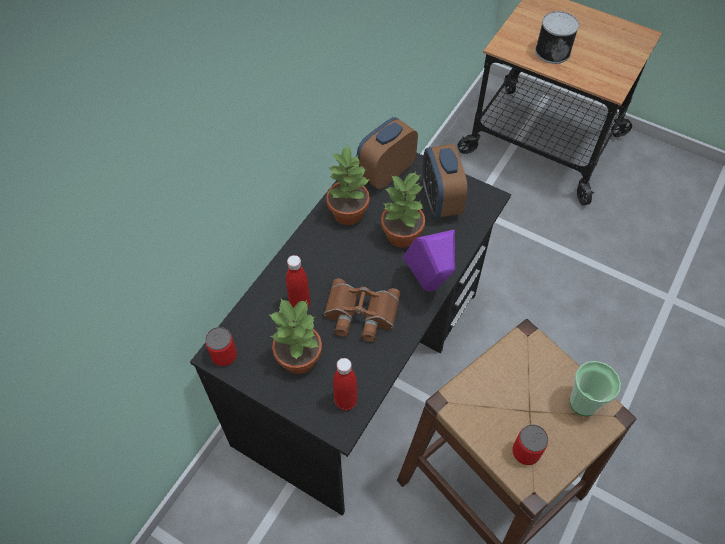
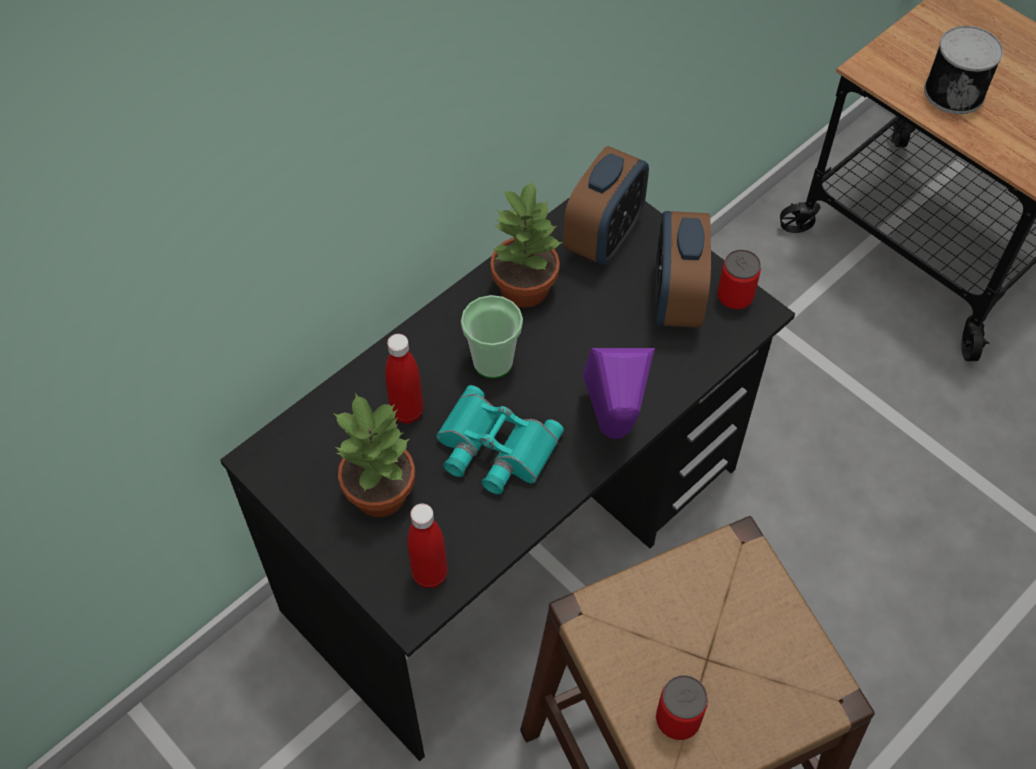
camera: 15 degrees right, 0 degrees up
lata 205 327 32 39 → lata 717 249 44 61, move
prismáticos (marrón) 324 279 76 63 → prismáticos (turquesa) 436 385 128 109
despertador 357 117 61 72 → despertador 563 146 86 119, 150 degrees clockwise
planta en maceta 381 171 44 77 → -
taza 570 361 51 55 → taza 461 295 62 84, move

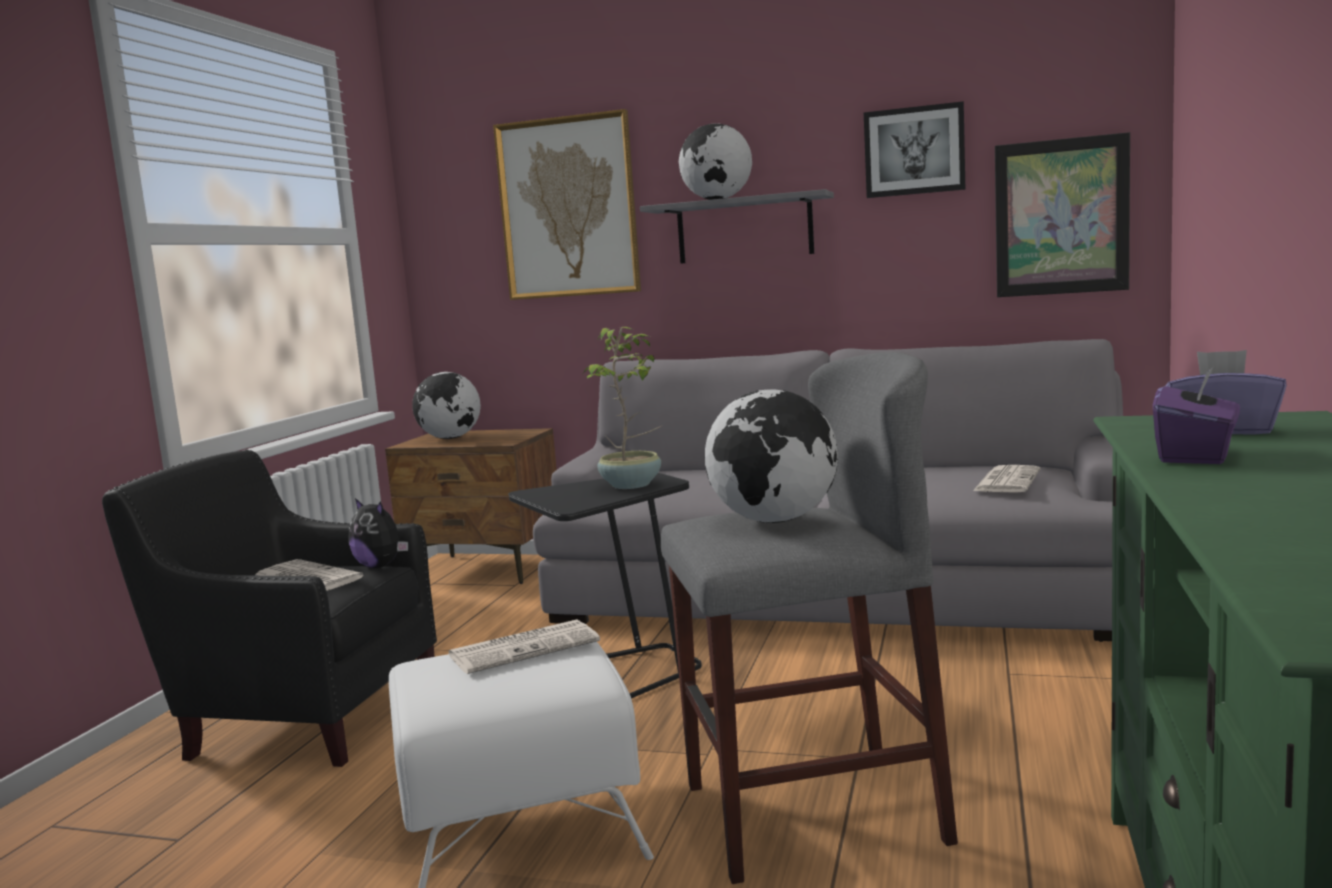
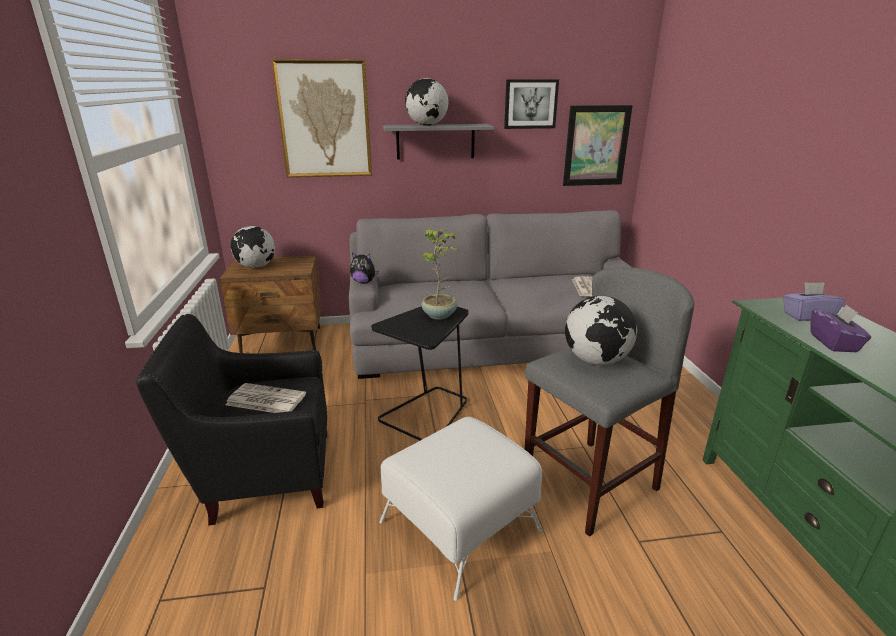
camera: 25 degrees left, 15 degrees up
peluche 349 498 59 70 → peluche 350 253 29 31, move
periódico 448 619 152 55 → -

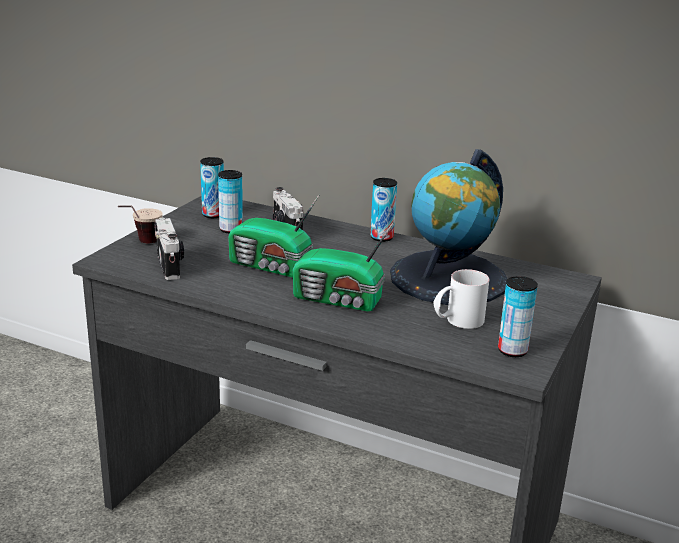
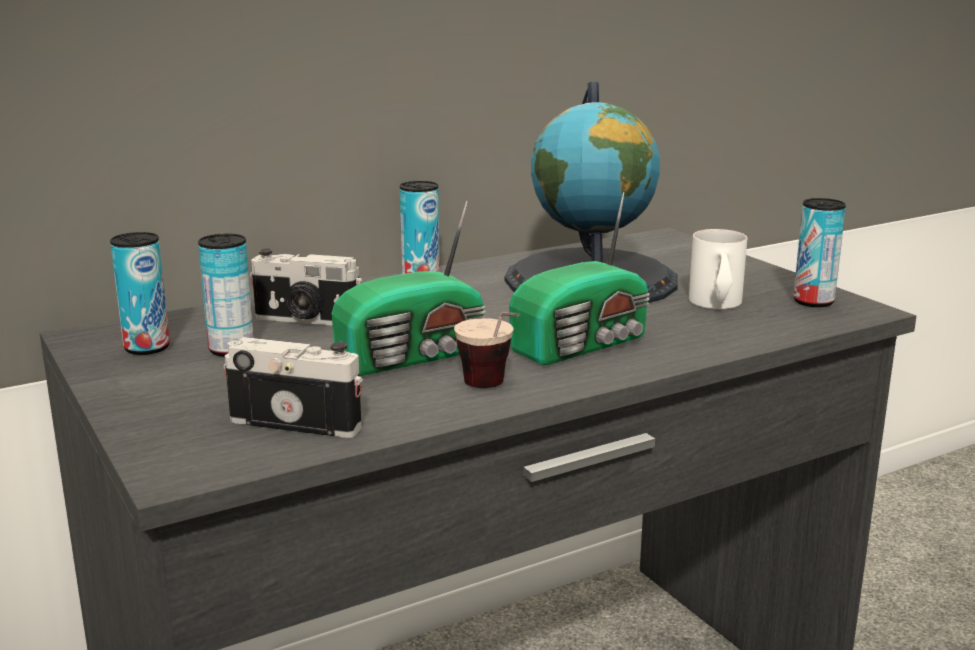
camera: 55 degrees left, 5 degrees down
taza 118 206 45 37 → taza 454 312 66 76, move

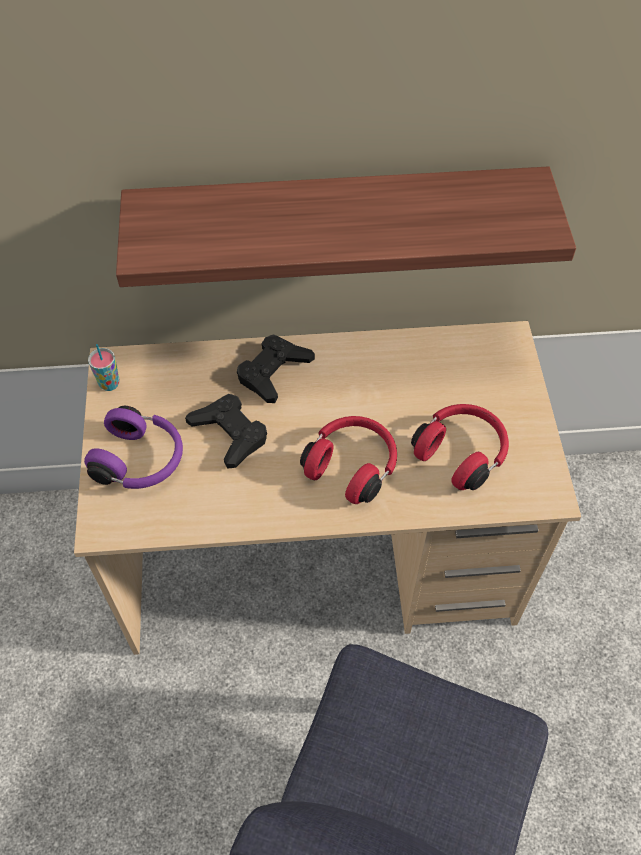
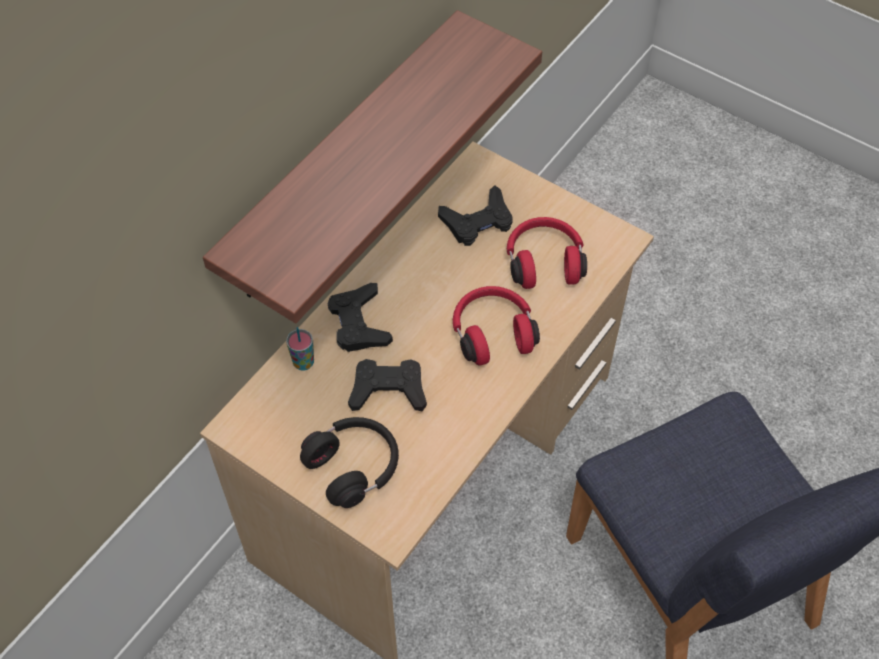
camera: 50 degrees left, 0 degrees up
auriculares (morado) 84 406 99 83 → auriculares (negro) 300 417 99 91
taza 88 344 32 47 → taza 286 327 28 44, move
- → mando de consola (negro) 438 185 75 61

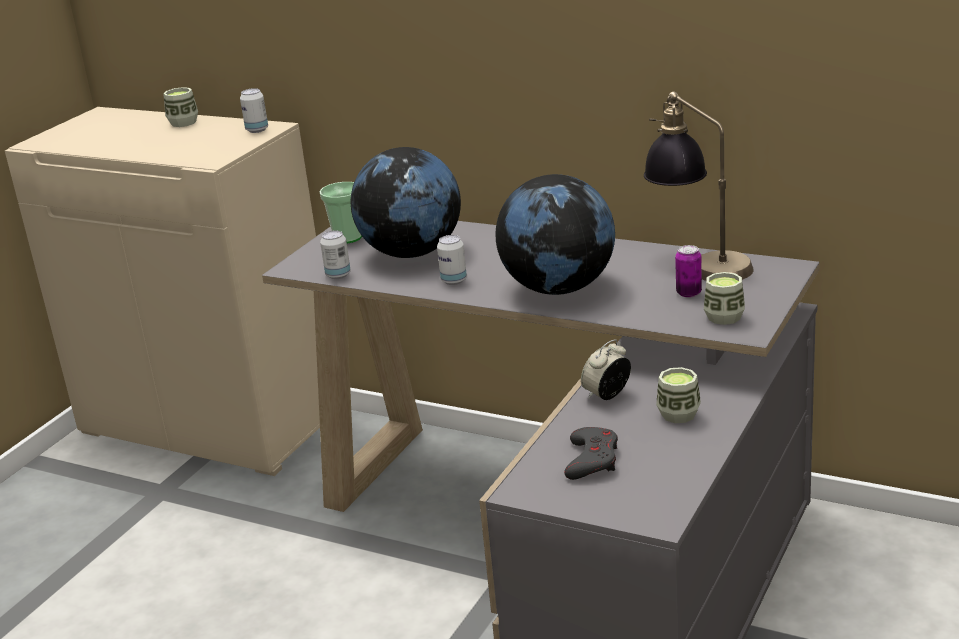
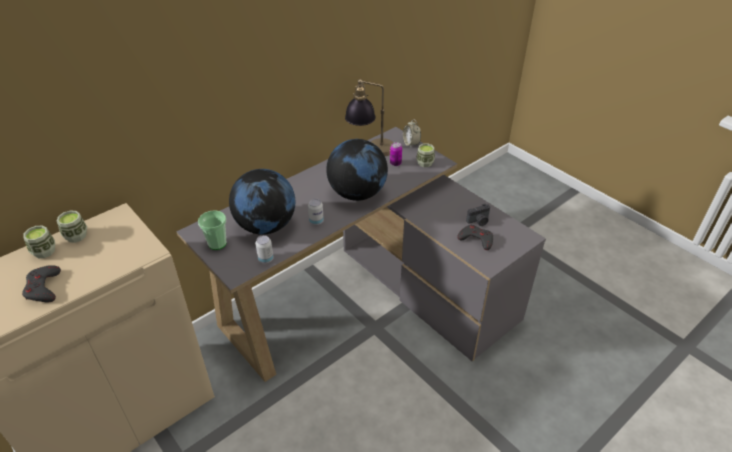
camera: 70 degrees left, 15 degrees up
lata 240 88 28 45 → -
despertador 581 339 50 61 → despertador 403 119 18 29, move
taza 656 367 45 56 → taza 57 210 30 33, move
- → mando de consola (gris) 22 265 39 37
- → cámara 466 204 24 22

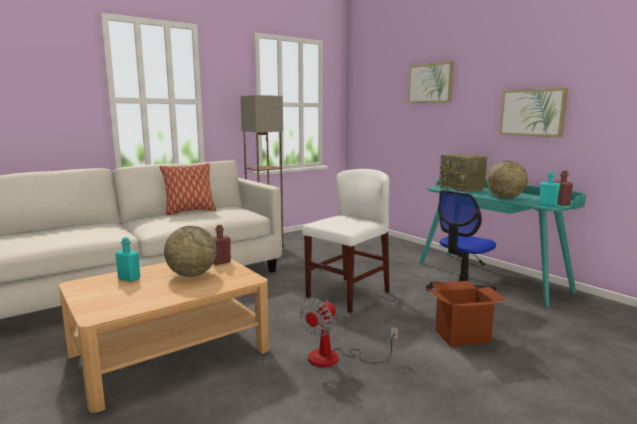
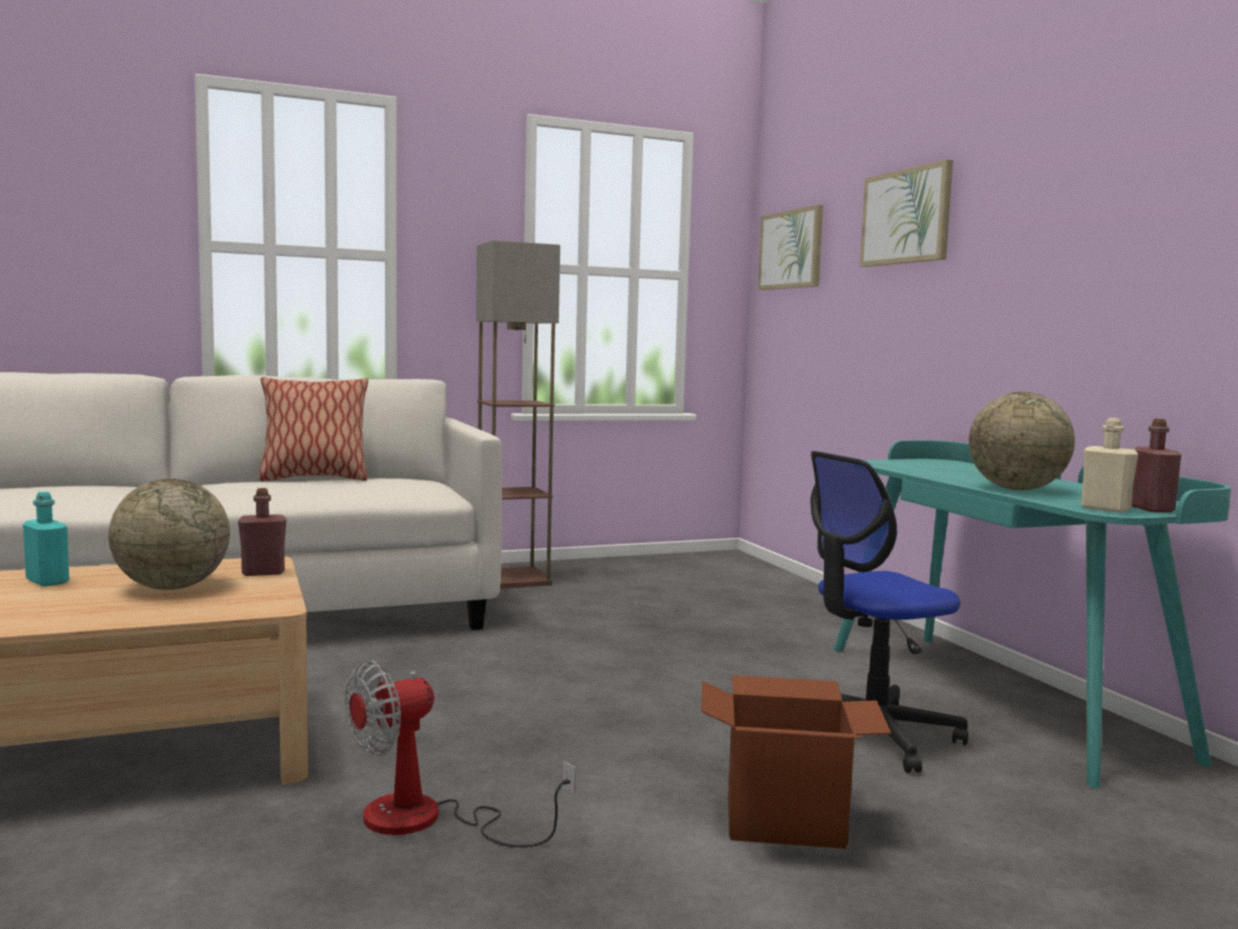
camera: 15 degrees right, 5 degrees down
silla (blanco) 302 169 88 143 → -
radio 439 154 48 38 → -
cuadro 499 88 69 49 → cuadro 758 205 65 85, move
botella (turquesa) 539 171 21 36 → botella (beis) 1081 418 57 95

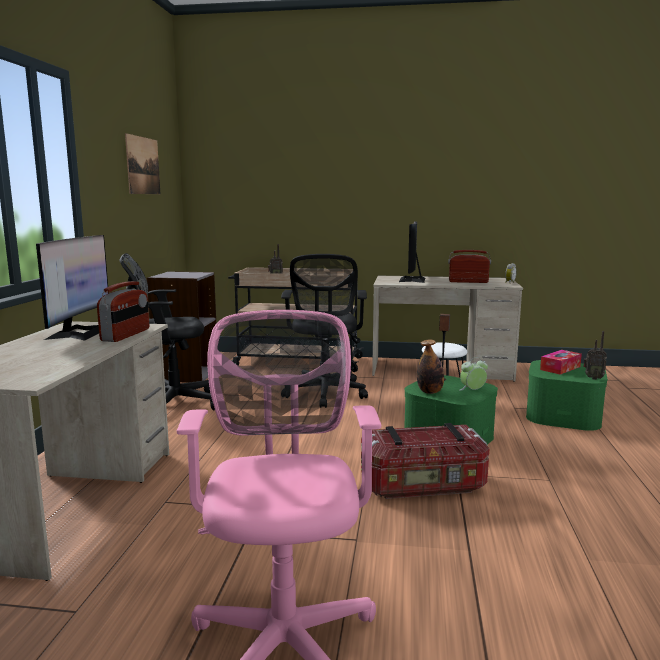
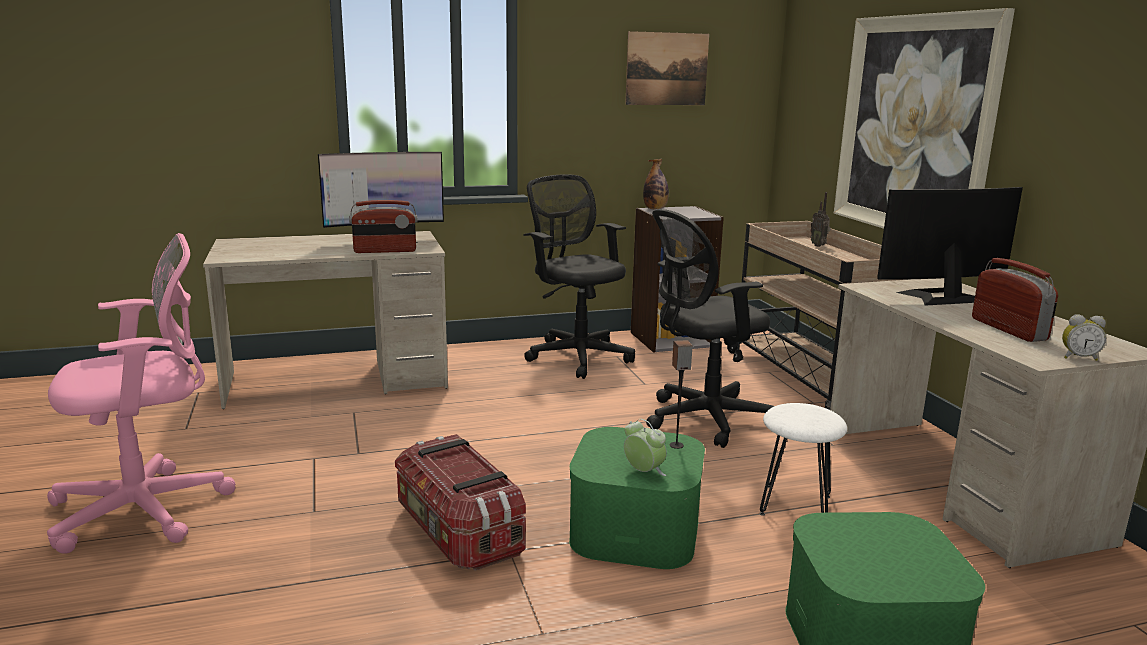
camera: 65 degrees right, 5 degrees up
botella 417 339 27 55 → botella 643 159 26 50, move
caja de pañuelos 540 350 42 25 → -
radio 583 331 24 49 → -
- → cuadro 834 8 181 221

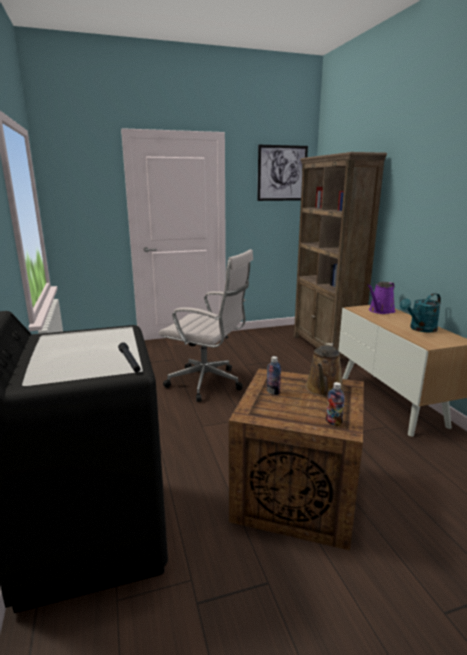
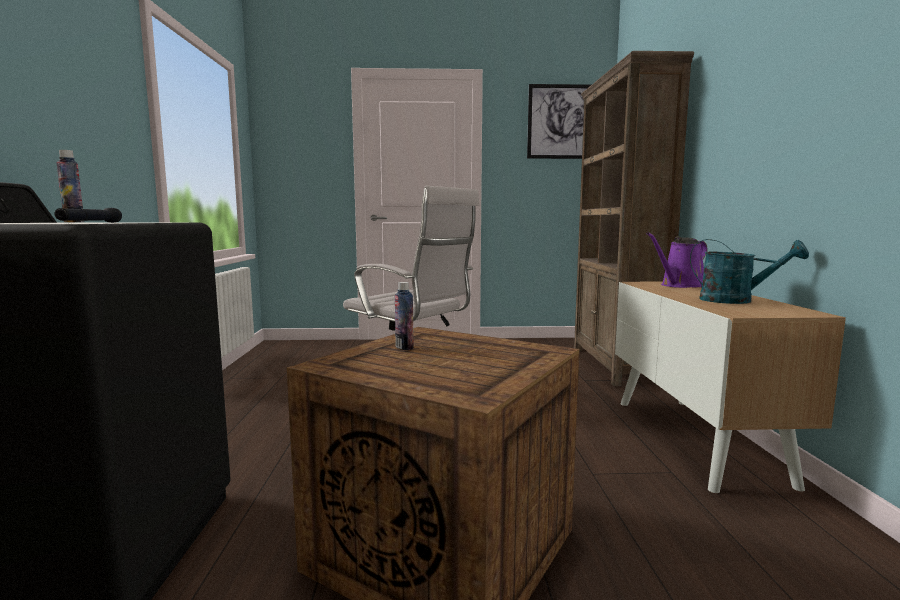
camera: 15 degrees right, 10 degrees down
regadera (marrón) 305 343 39 54 → -
botella 326 382 19 44 → botella 56 150 29 72, move
regadera (turquesa) 400 293 41 40 → regadera (turquesa) 690 239 119 65, 135 degrees counterclockwise

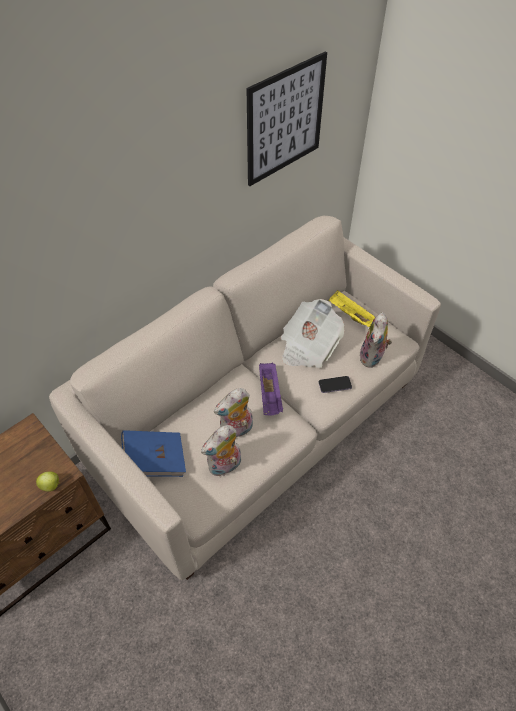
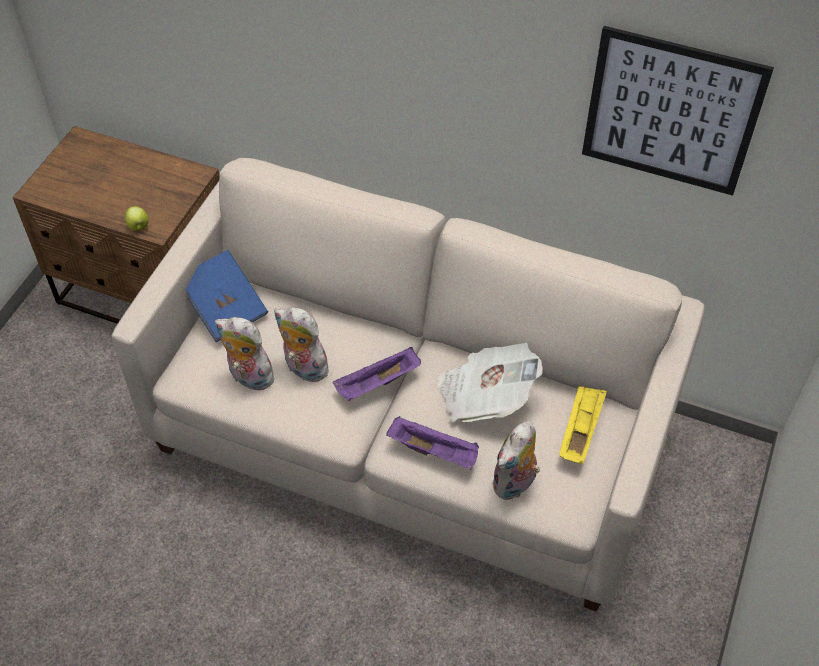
camera: 65 degrees right, 0 degrees up
móvil 318 376 34 17 → bandeja (morado) 386 416 93 54
peluche 359 312 33 56 → peluche 492 422 48 78, 45 degrees counterclockwise

